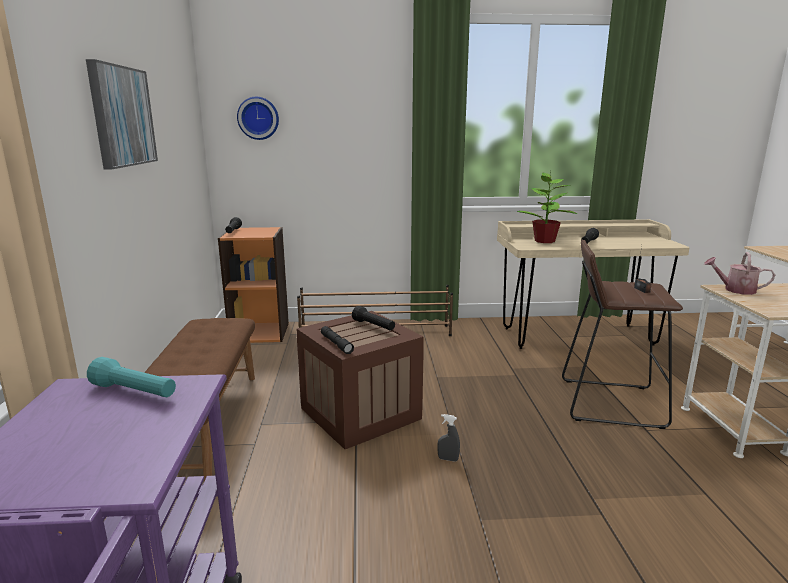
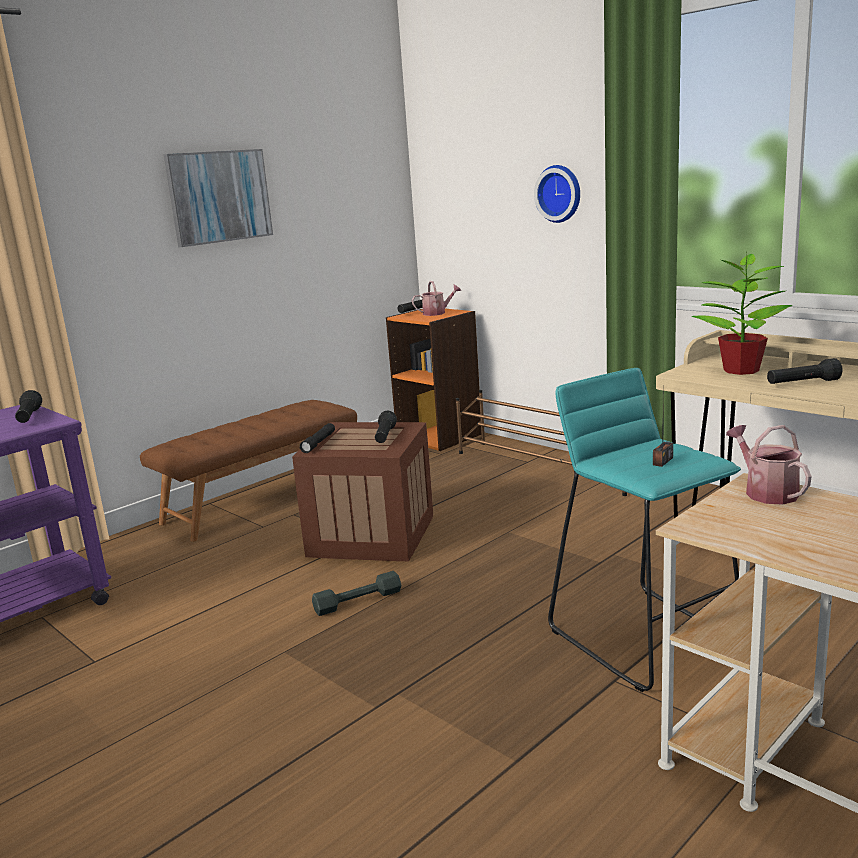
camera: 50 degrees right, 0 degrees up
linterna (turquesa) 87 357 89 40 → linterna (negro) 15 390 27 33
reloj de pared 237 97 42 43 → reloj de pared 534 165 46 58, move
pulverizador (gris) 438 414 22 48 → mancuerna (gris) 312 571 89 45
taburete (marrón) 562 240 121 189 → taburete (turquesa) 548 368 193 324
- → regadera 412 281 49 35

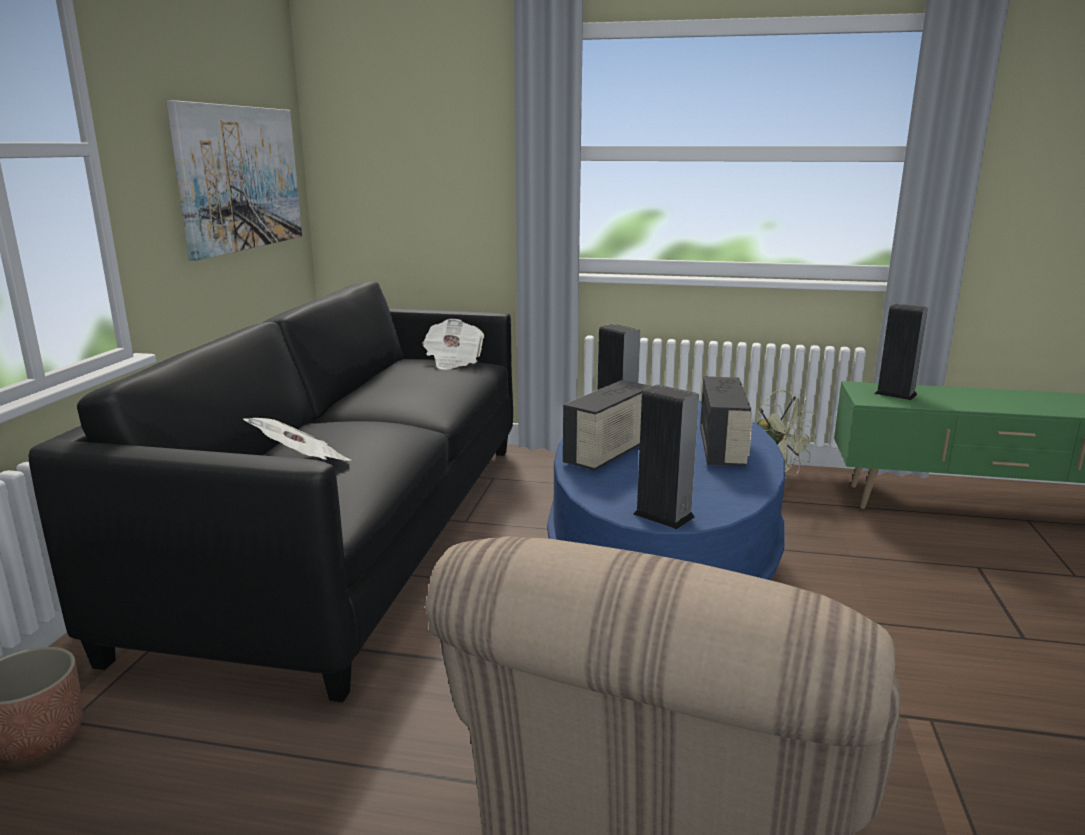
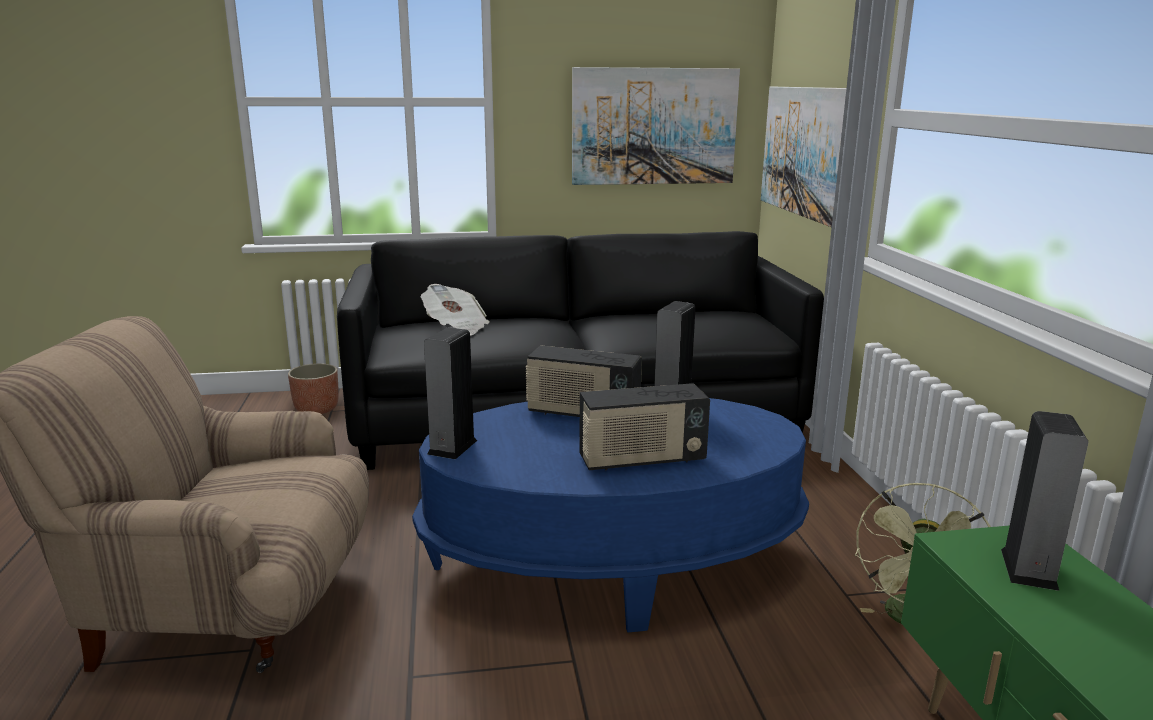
camera: 70 degrees right, 0 degrees up
periódico 422 319 62 51 → -
- → cuadro 761 87 85 140

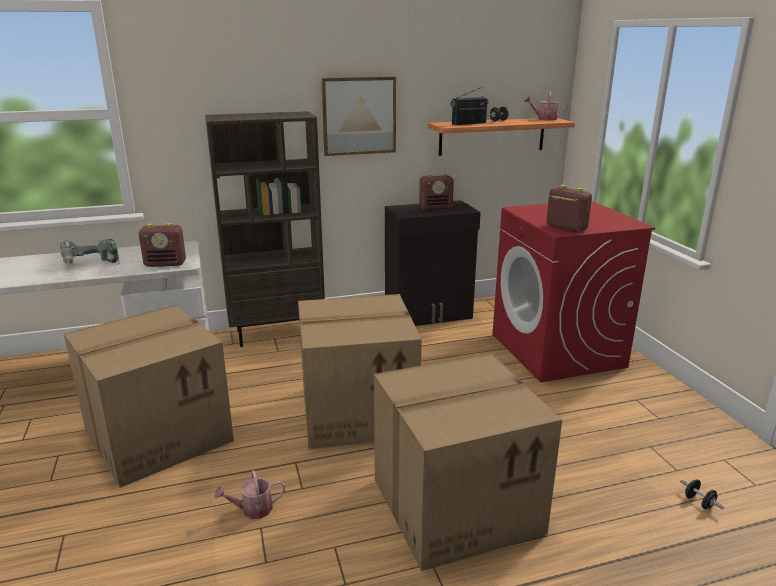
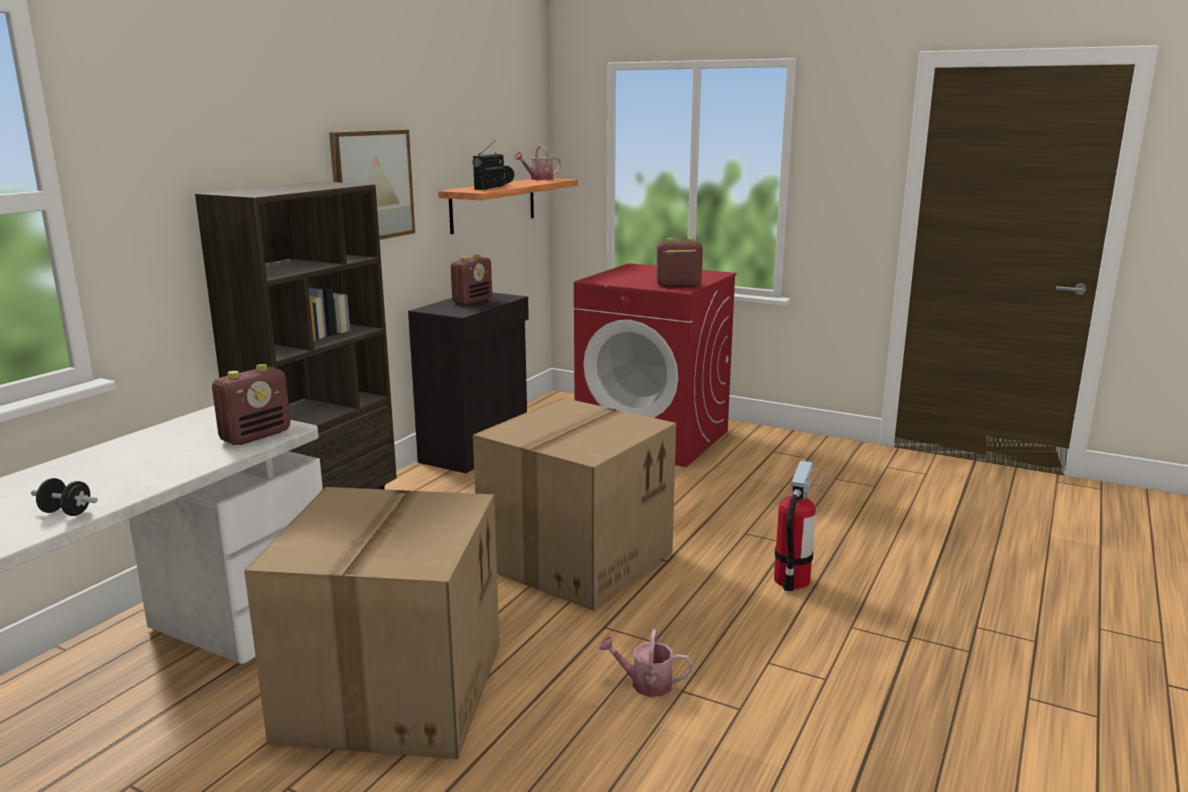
camera: 45 degrees left, 5 degrees down
taladro 60 239 60 27 → -
regadera 214 470 71 49 → regadera 599 629 94 68, 75 degrees clockwise
caja de cartón 374 353 188 218 → extintor 774 461 50 130
mancuerna (negro) 680 479 44 30 → mancuerna (negro) 31 478 67 38, move

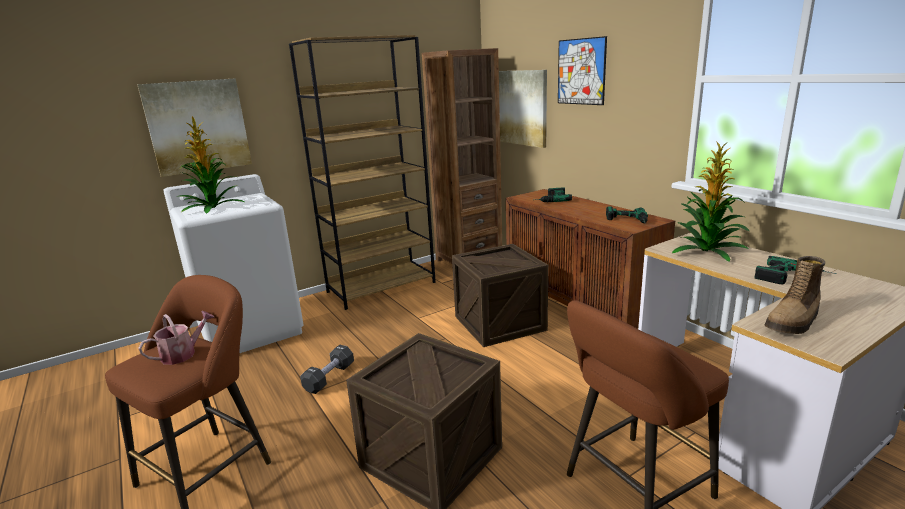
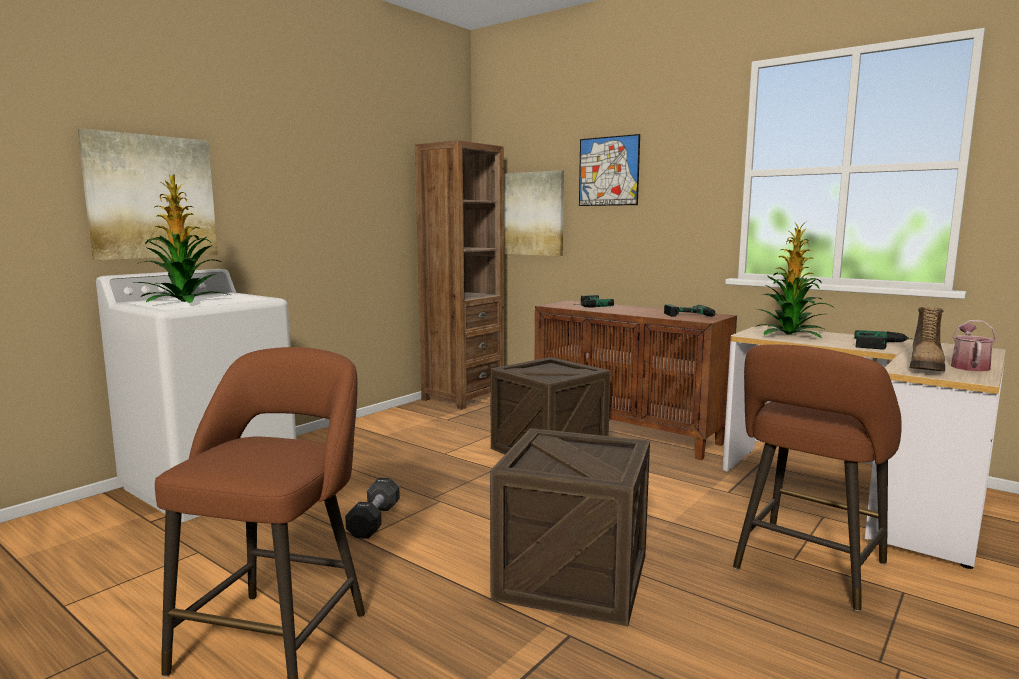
camera: 20 degrees left, 10 degrees down
regadera 138 311 76 54 → regadera 951 320 46 52, move
estantería (marrón) 289 35 147 275 → -

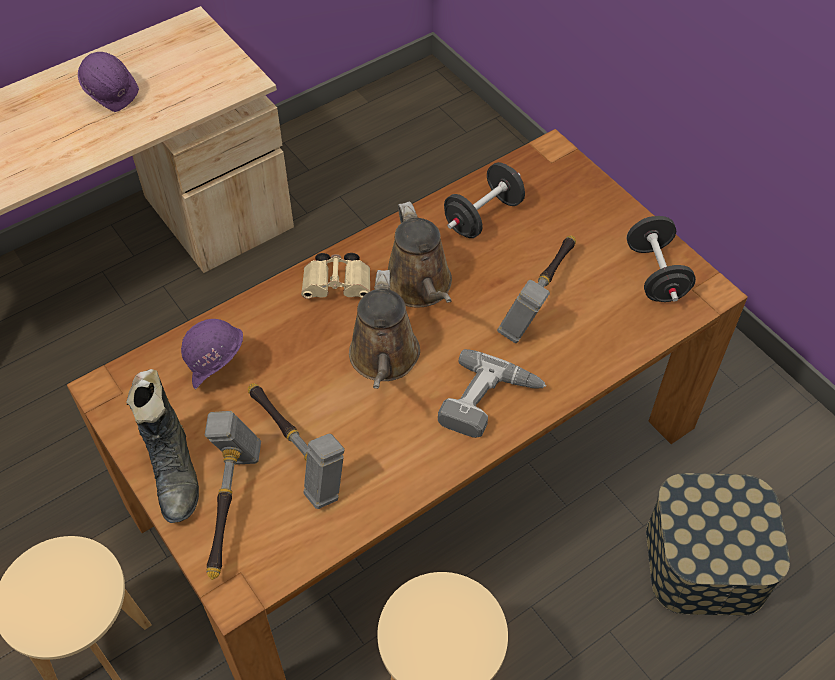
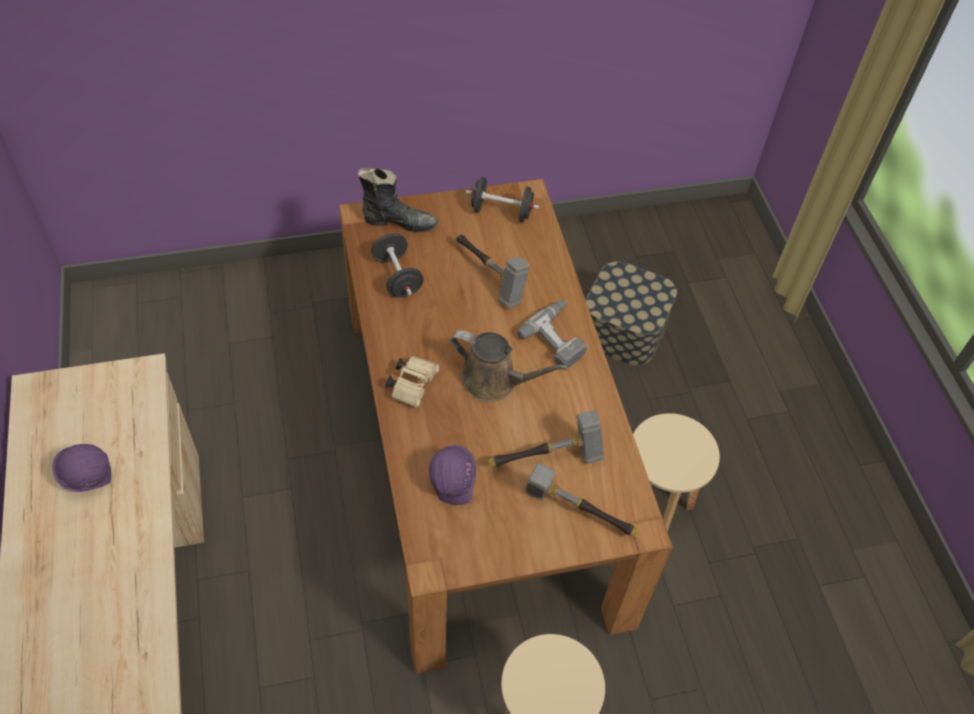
camera: 70 degrees left, 0 degrees up
bota (negro) 126 369 73 154 → bota (negro) 358 168 80 64, move
regadera (marrón) 388 201 64 107 → -

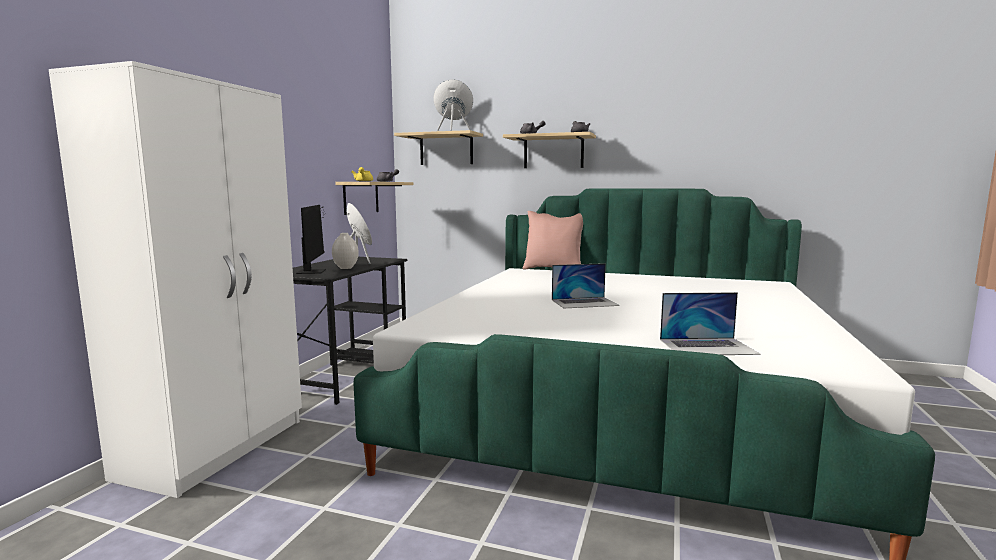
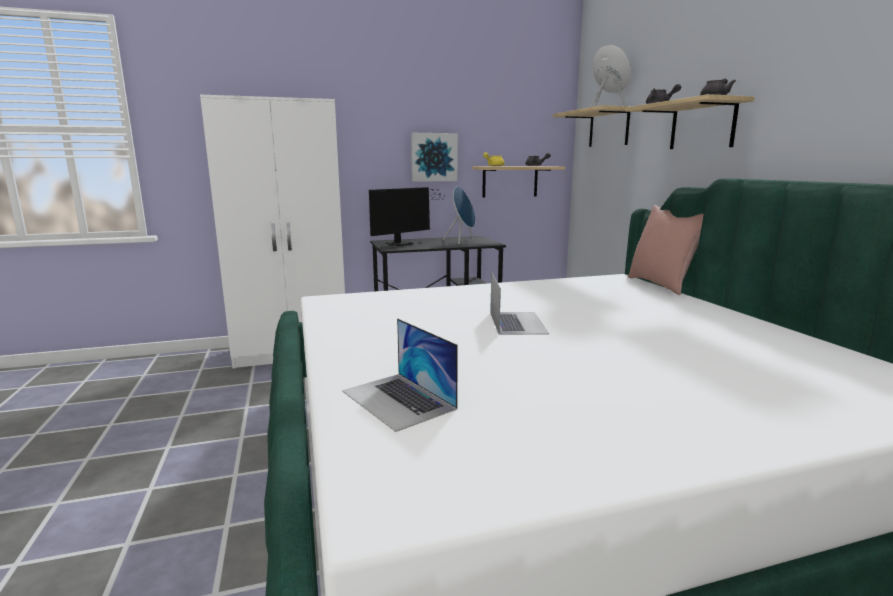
camera: 55 degrees right, 5 degrees up
florero (blanco) 332 233 27 36 → -
portátil 552 263 68 45 → portátil 490 272 59 63, 135 degrees counterclockwise
- → cuadro 411 133 47 49

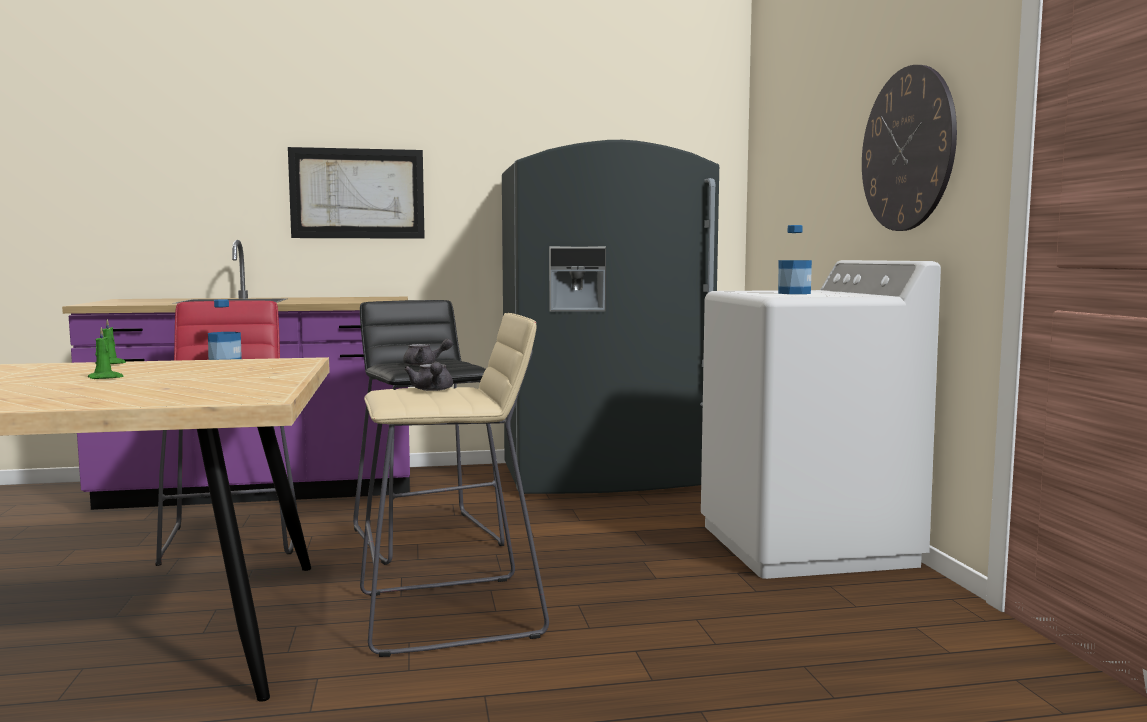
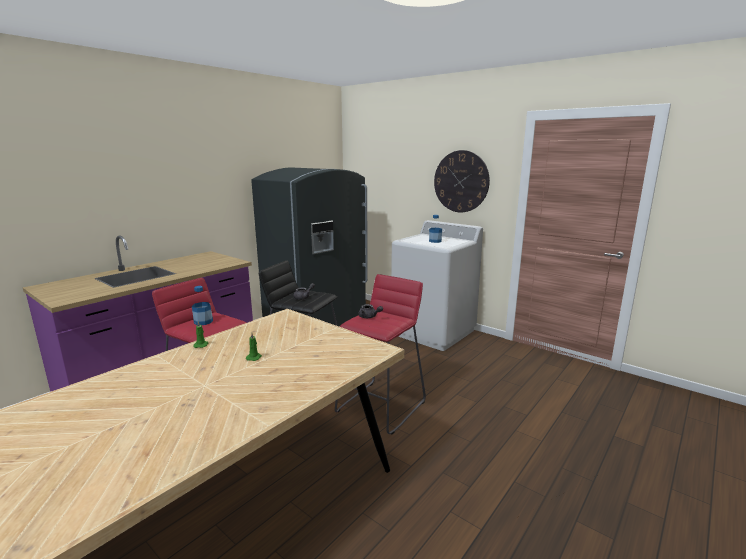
camera: 40 degrees left, 10 degrees up
cuadro 288 147 137 92 → -
taburete (beis) 360 313 189 344 → taburete (rojo) 335 274 91 161

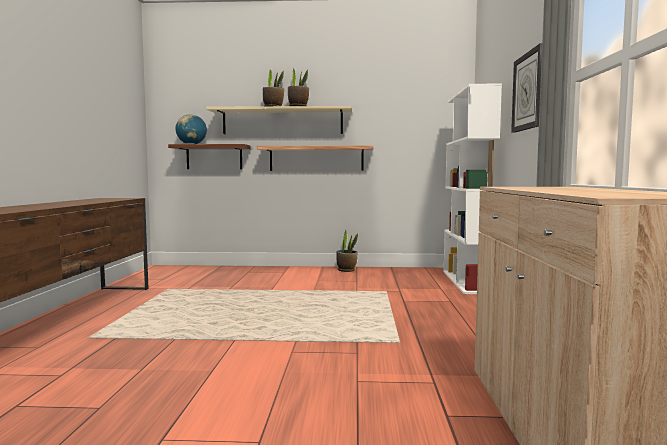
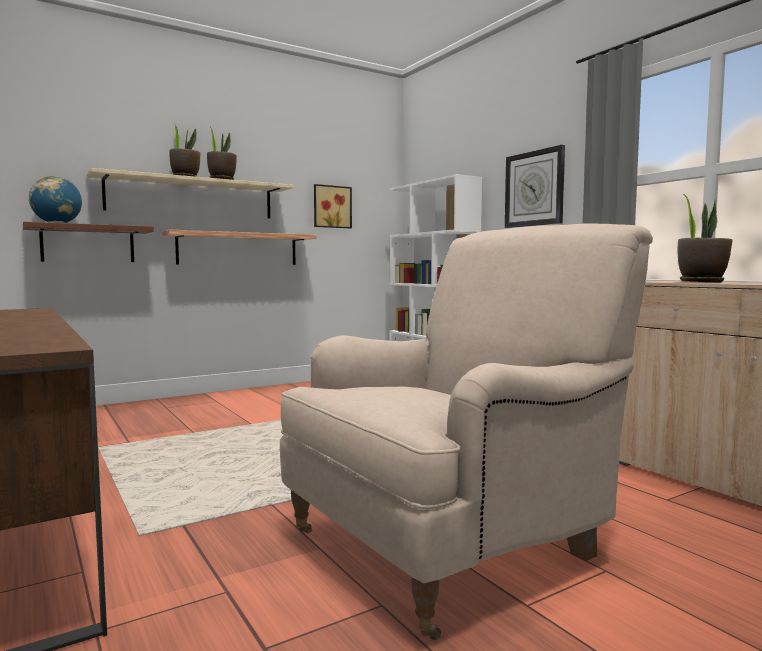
camera: 35 degrees left, 0 degrees up
planta en maceta 336 230 22 42 → planta en maceta 678 194 55 89, move
- → sillón (beis) 280 223 373 417
- → cuadro 314 184 38 44

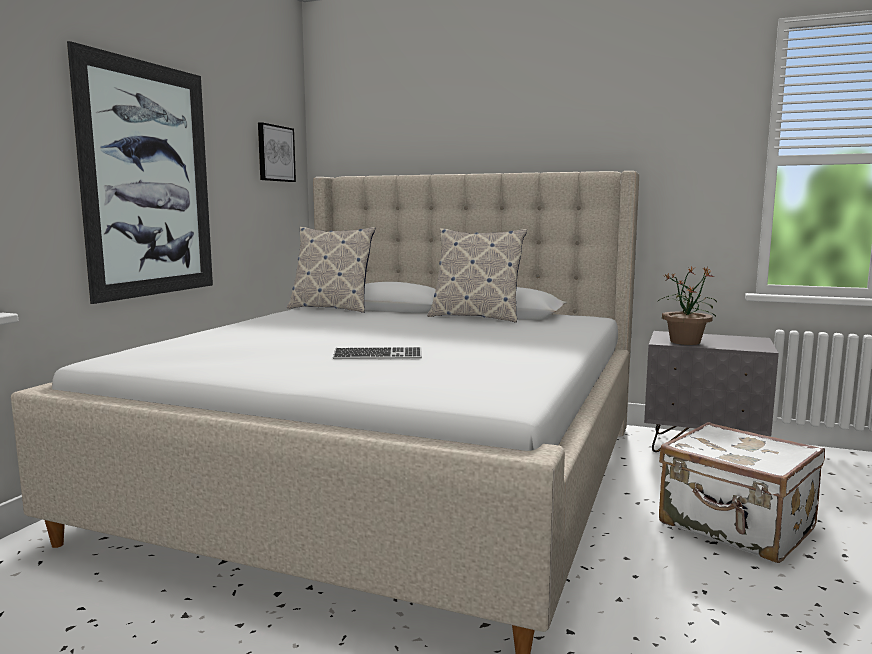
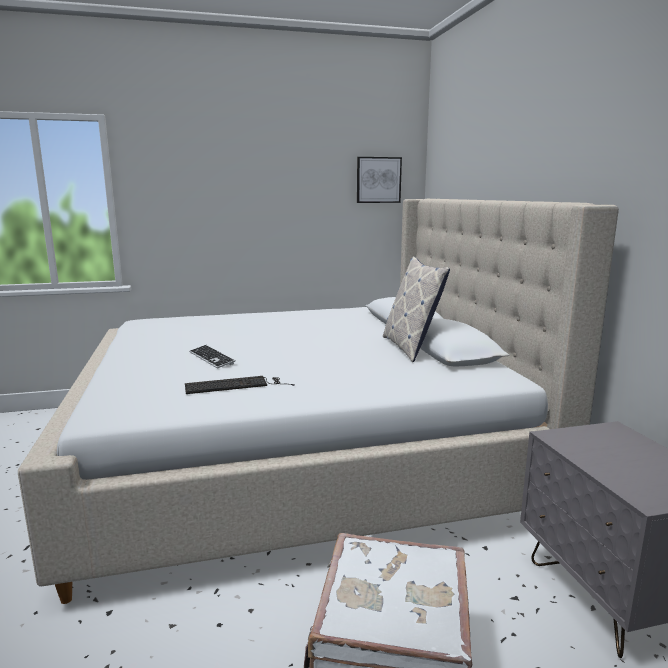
camera: 55 degrees right, 5 degrees up
cuadro 67 41 146 263 → -
cojín 287 227 88 86 → -
planta en maceta 657 267 60 78 → -
- → teclado 185 376 110 18

